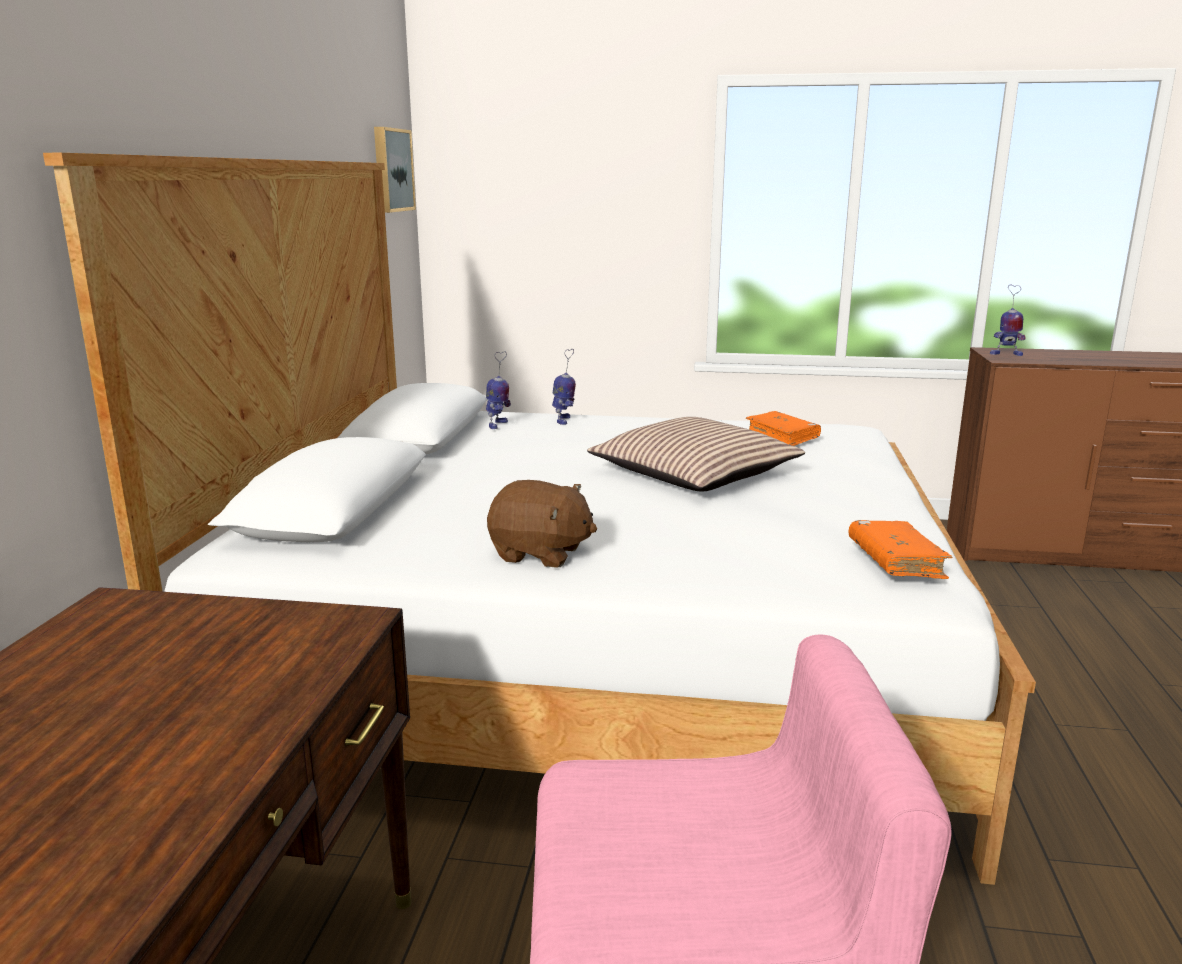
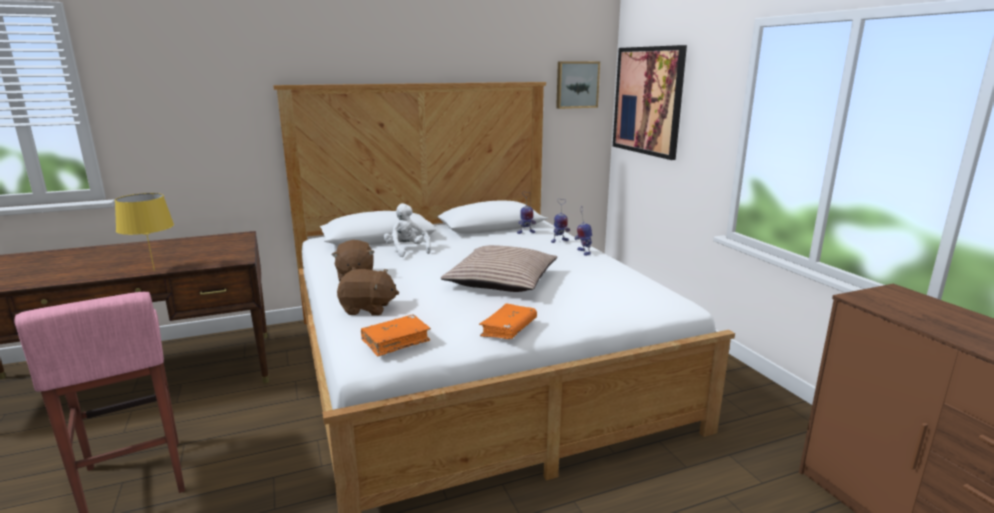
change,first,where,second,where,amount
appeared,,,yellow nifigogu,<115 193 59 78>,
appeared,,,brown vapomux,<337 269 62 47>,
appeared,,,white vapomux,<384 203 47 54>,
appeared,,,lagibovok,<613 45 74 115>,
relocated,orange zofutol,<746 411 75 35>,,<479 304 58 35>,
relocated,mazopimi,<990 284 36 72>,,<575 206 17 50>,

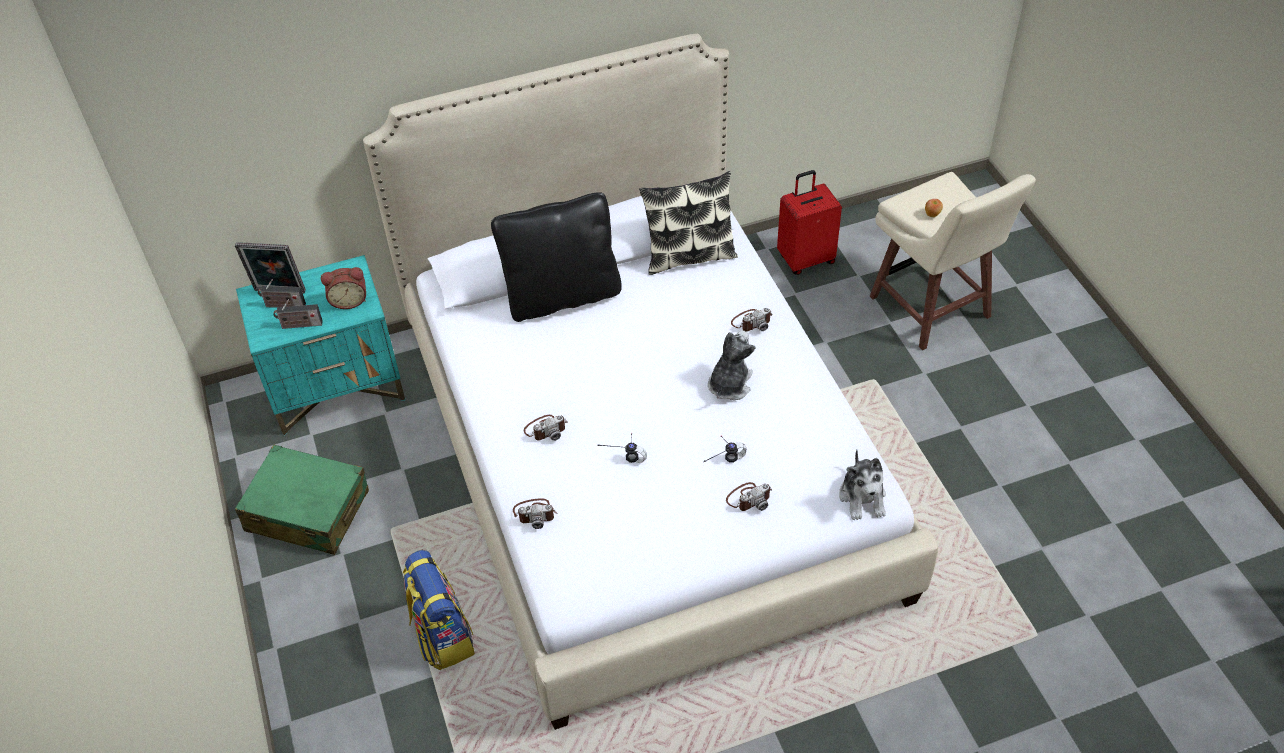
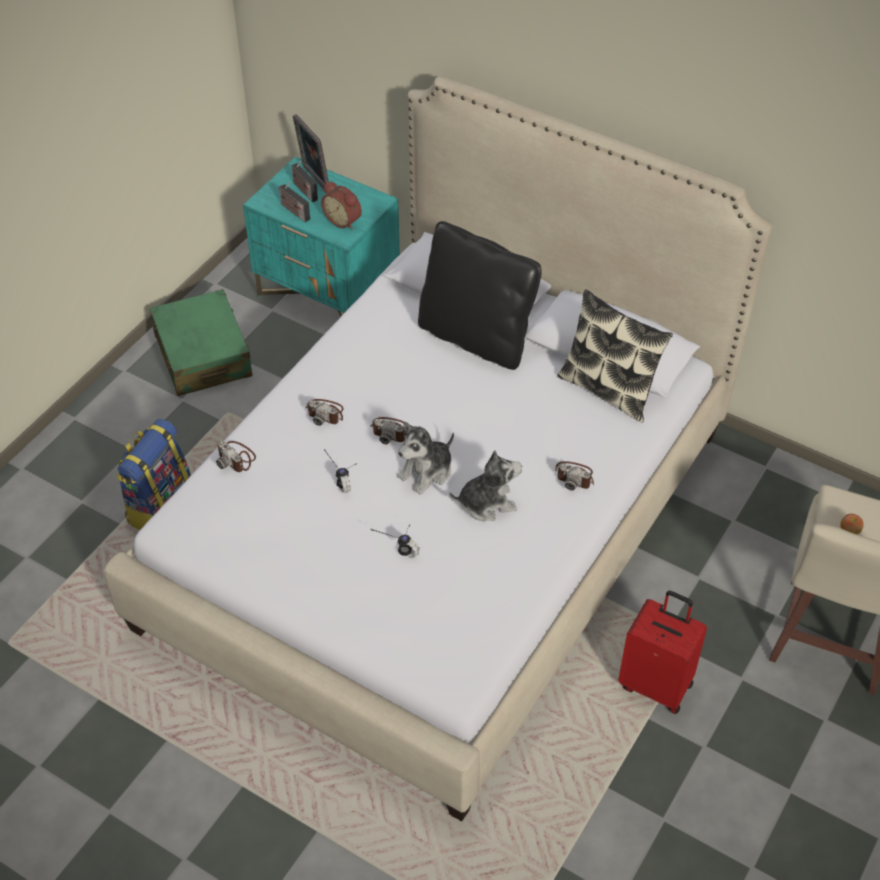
change,first,where,second,where,amount
relocated,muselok,<726 482 46 29>,,<370 417 35 27>,
relocated,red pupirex,<777 170 65 105>,,<618 591 89 123>,
relocated,vapomux,<839 450 47 70>,,<397 422 57 73>,

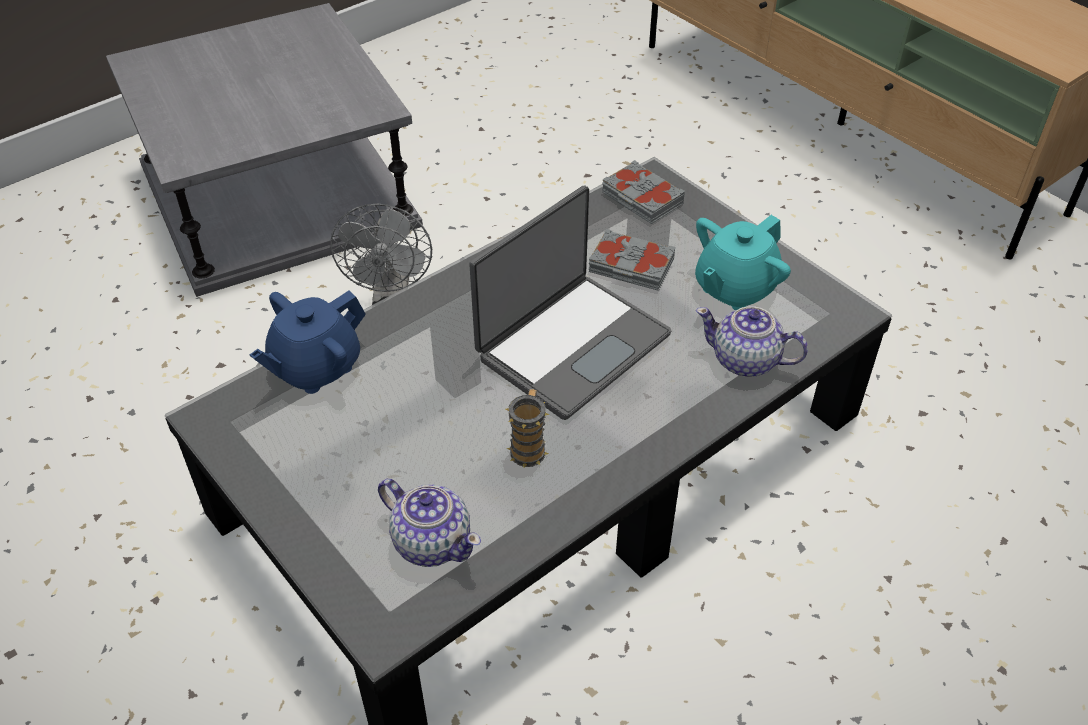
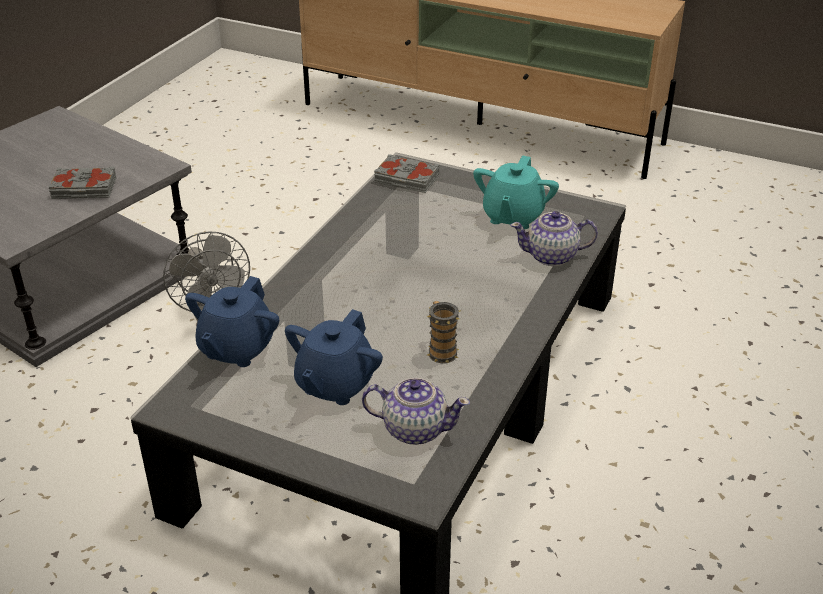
change,first,where,second,where,amount
missing,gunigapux,<469 186 203 234>,,,
appeared,,,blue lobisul,<285 309 98 96>,
relocated,grey zofutol,<589 229 87 62>,,<48 167 68 32>,

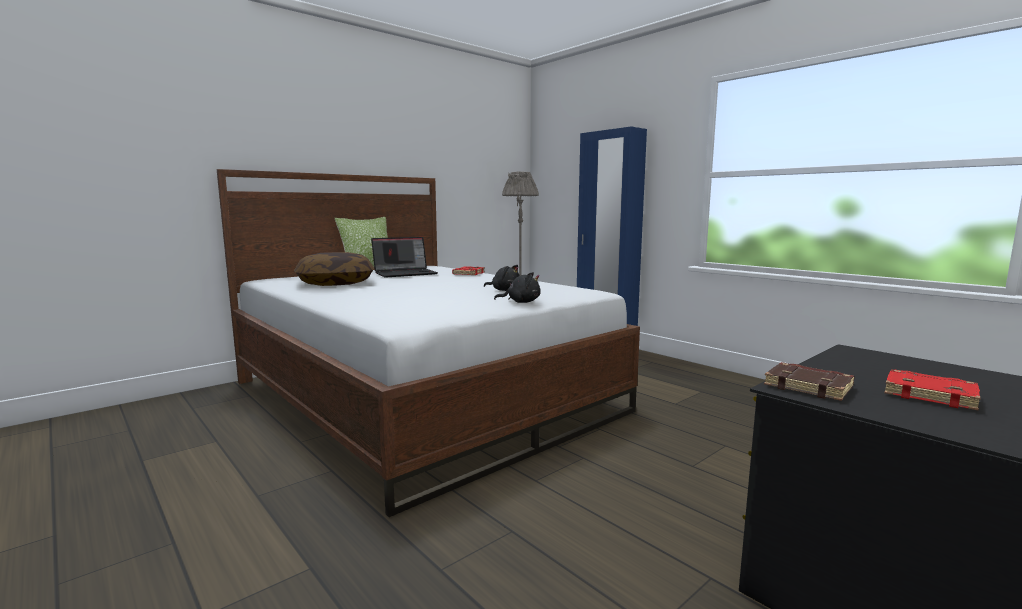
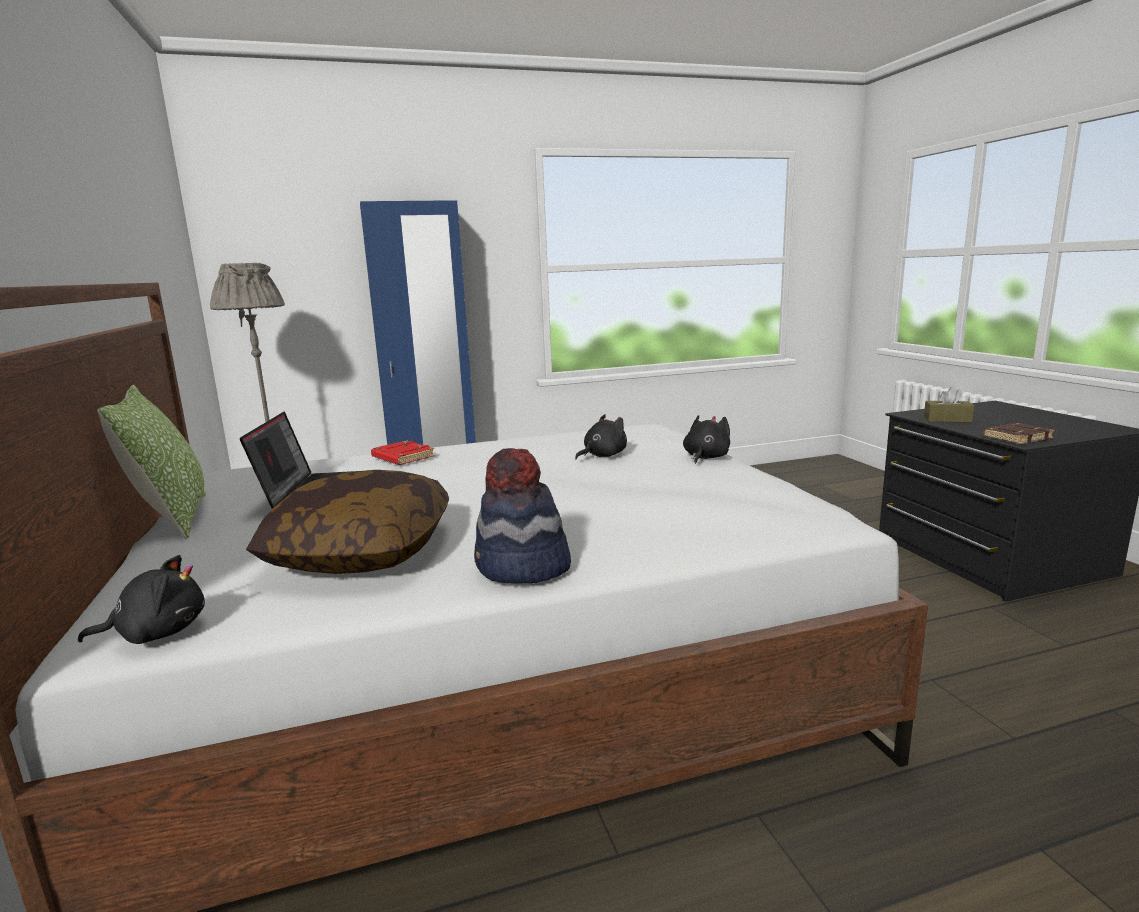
change,first,where,second,where,amount
missing,red zofutol,<884 369 97 41>,,,
appeared,,,black vapomux,<78 555 127 89>,
appeared,,,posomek,<474 448 97 136>,
appeared,,,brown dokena,<924 387 50 36>,

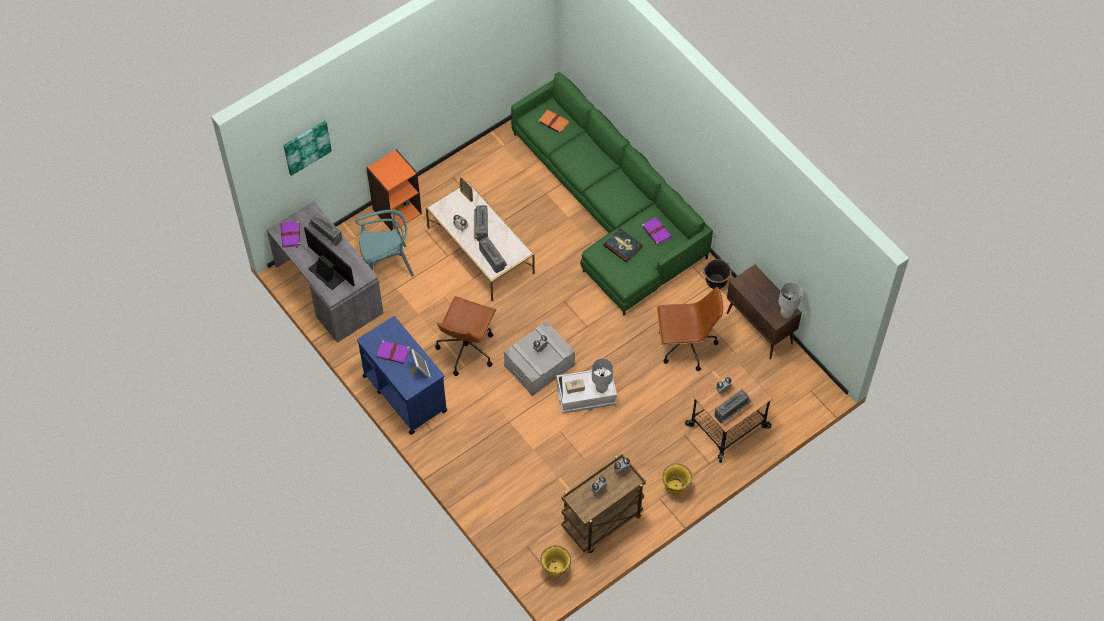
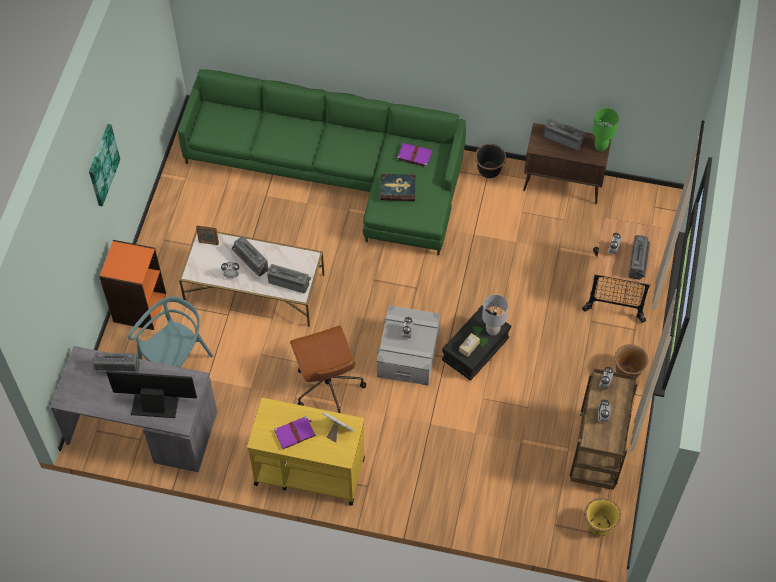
change,first,where,second,where,amount
missing,purple zofutol,<281 221 20 27>,,,
missing,orange zofutol,<538 110 32 24>,,,
missing,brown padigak,<657 287 66 84>,,,
appeared,,,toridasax,<544 118 42 32>,
relocated,lagibovok,<283 121 49 55>,,<89 124 31 82>,
colour,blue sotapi,<357 316 90 119>,yellow sotapi,<247 398 118 108>,
colour,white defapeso,<556 368 61 46>,black defapeso,<442 305 69 76>,
colour,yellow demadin,<662 463 30 32>,brown demadin,<615 344 33 34>,
colour,grey nifigogu,<779 282 23 37>,green nifigogu,<592 108 27 44>,

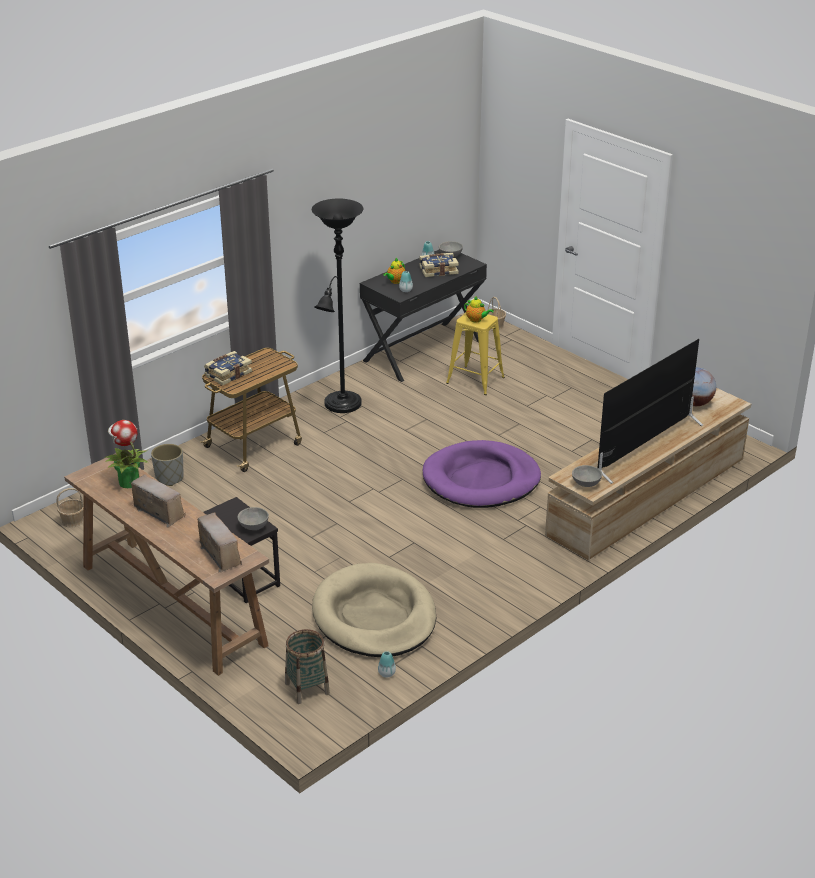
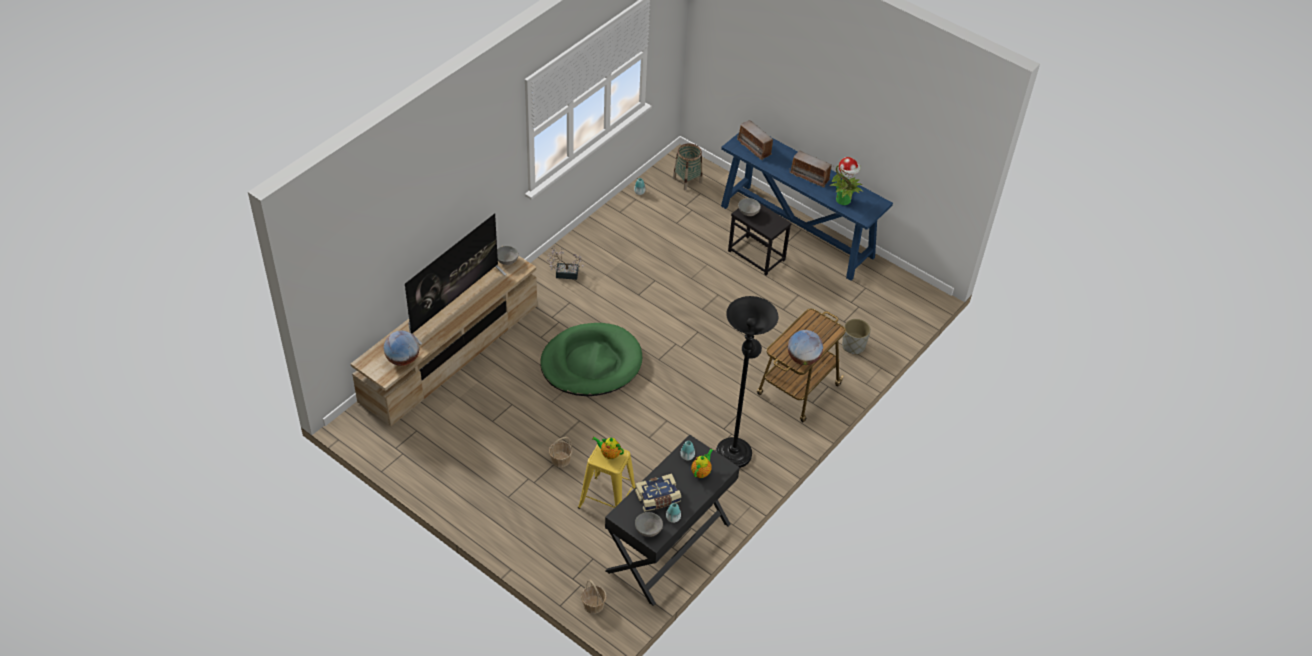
change,first,where,second,where,amount
missing,zofutol,<204 351 48 35>,,,
missing,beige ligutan,<312 563 124 94>,,,
appeared,,,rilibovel,<547 246 37 34>,
appeared,,,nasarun,<788 330 35 35>,
relocated,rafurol,<56 488 28 40>,,<549 437 23 31>,
colour,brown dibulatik,<64 453 205 223>,blue dibulatik,<721 133 172 148>,
colour,purple ligutan,<423 440 118 68>,green ligutan,<540 323 102 73>,

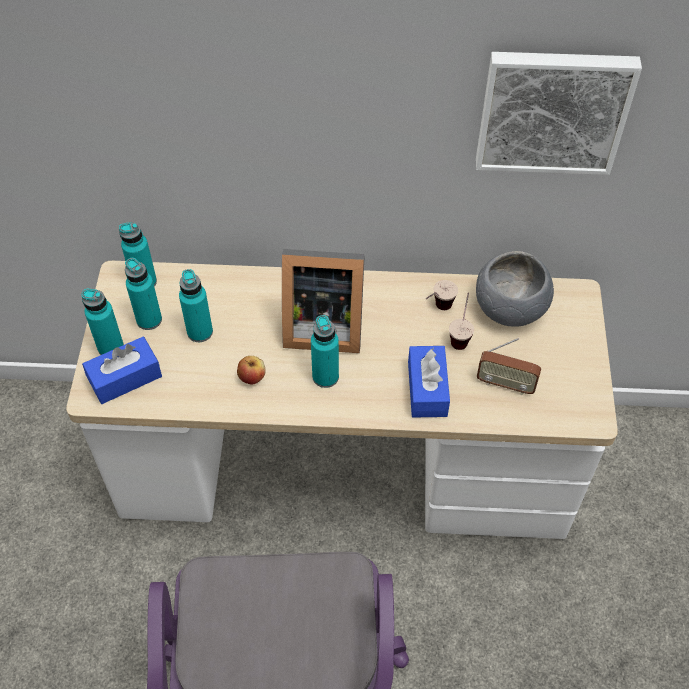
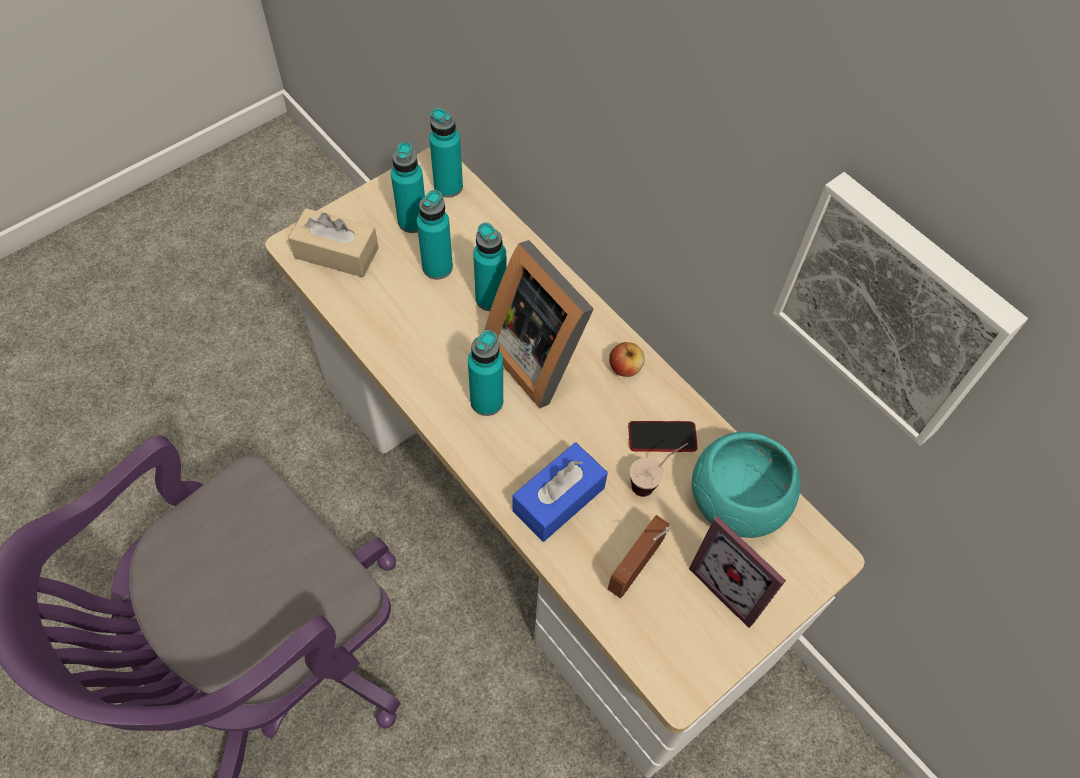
change,first,where,second,where,amount
appeared,,,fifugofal,<689 516 97 112>,
relocated,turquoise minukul,<81 289 43 66>,,<473 222 33 89>,
relocated,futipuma,<237 356 29 29>,,<609 342 36 35>,
exchanged,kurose,<426 280 32 30>,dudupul,<628 421 69 31>,
colour,blue dokena,<82 337 80 67>,beige dokena,<288 208 91 69>,
colour,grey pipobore,<476 251 78 76>,turquoise pipobore,<692 432 109 106>,
spun,toridasax,<477 338 64 57>,,<608 515 63 83>,60 degrees clockwise

